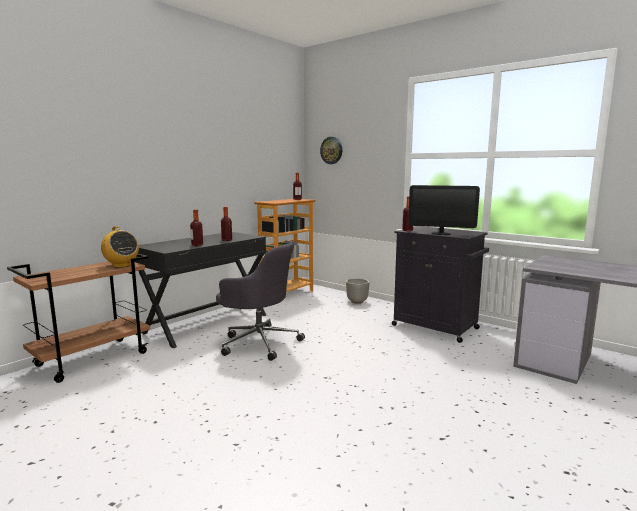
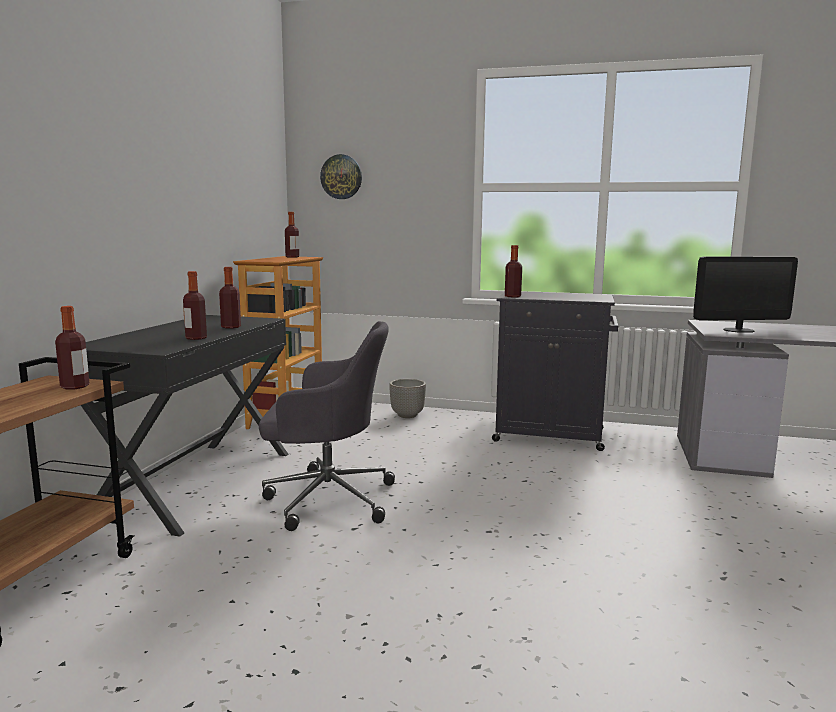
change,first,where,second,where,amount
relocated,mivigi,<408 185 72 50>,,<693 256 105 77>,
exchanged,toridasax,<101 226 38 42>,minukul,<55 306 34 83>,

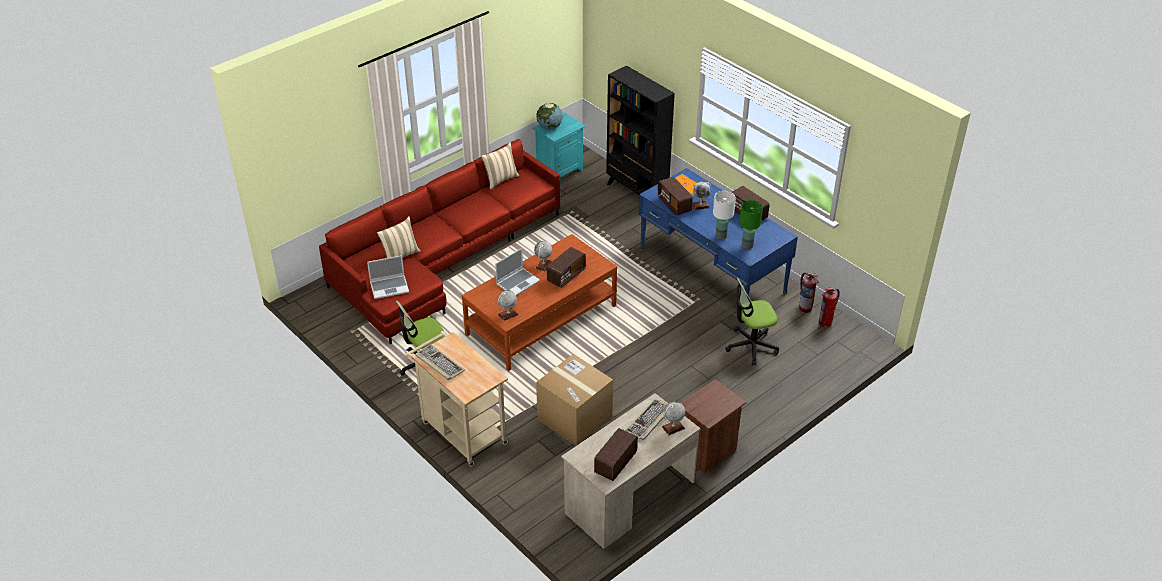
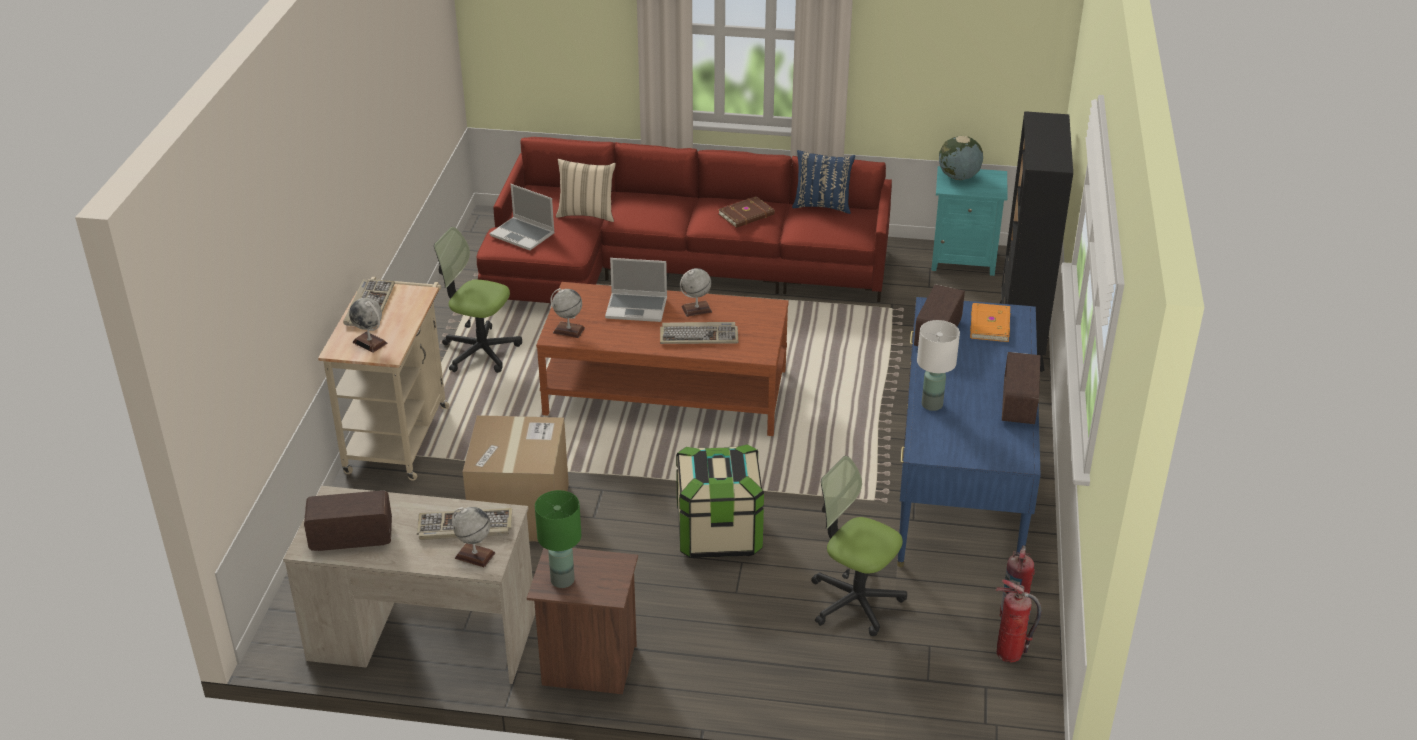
change,first,where,second,where,amount
appeared,,,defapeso,<676 444 88 114>,
appeared,,,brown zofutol,<718 196 57 32>,
relocated,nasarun,<692 182 20 28>,,<349 298 38 55>,
relocated,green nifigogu,<739 200 24 49>,,<535 490 46 98>,
exchanged,toridasax,<546 247 40 41>,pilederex,<660 322 78 22>,
colour,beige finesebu,<481 142 38 48>,blue finesebu,<792 150 63 64>,

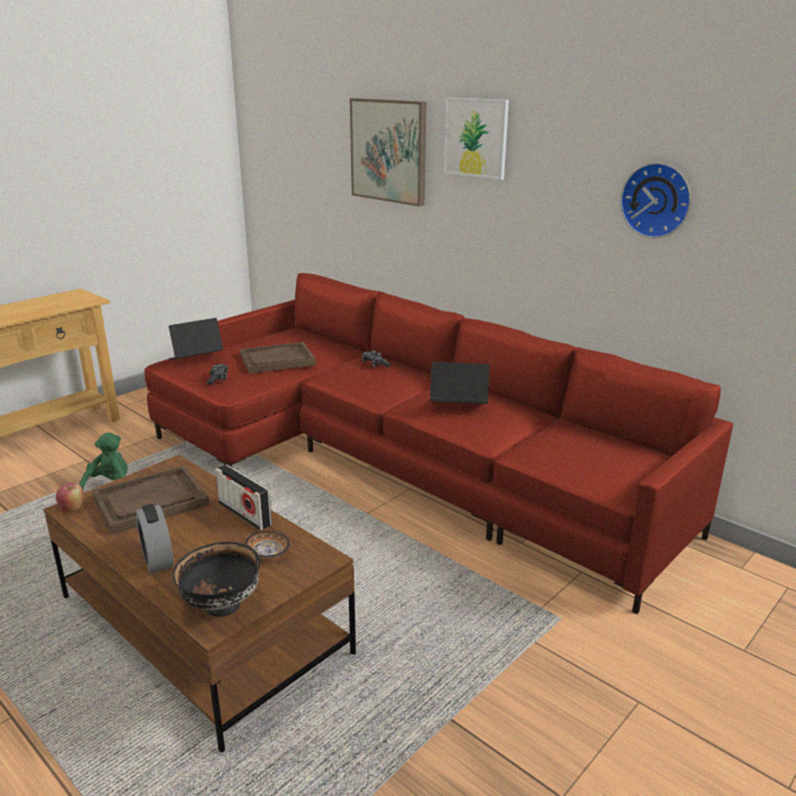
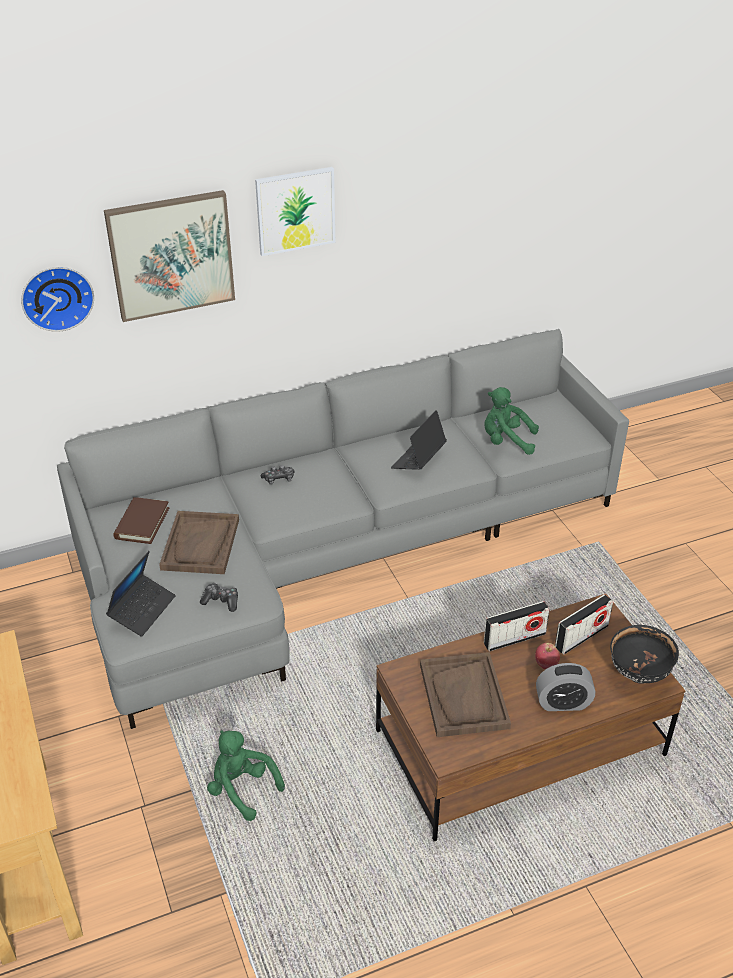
change,first,where,second,where,amount
appeared,,,brown zofutol,<113 497 56 47>,
appeared,,,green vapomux,<484 387 55 68>,
relocated,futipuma,<56 483 28 30>,,<535 643 25 26>,
relocated,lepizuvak,<620 162 71 76>,,<21 267 73 65>,
exchanged,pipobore,<245 531 45 27>,toridasax,<555 594 58 60>,
colour,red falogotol,<144 273 589 341>,grey falogotol,<57 329 572 400>,
spun,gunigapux,<169 318 54 42>,,<106 551 70 86>,150 degrees counterclockwise

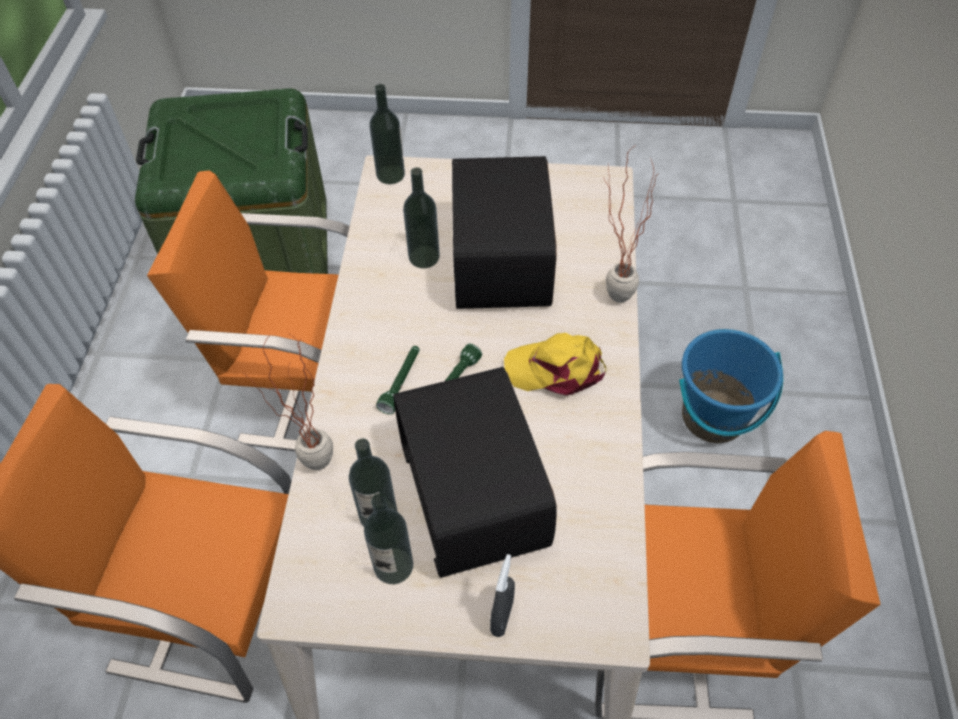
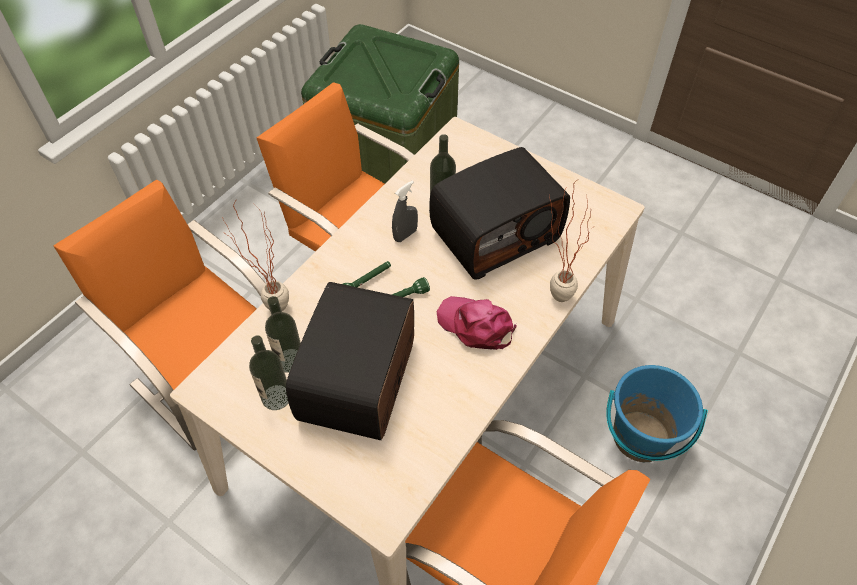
change,first,where,second,where,amount
missing,minukul,<369 84 36 100>,,,
relocated,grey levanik,<490 554 25 83>,,<392 180 26 62>,
colour,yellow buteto,<504 333 102 62>,pink buteto,<436 296 81 54>,
spun,toridasax,<452 156 105 153>,,<429 147 141 133>,150 degrees counterclockwise

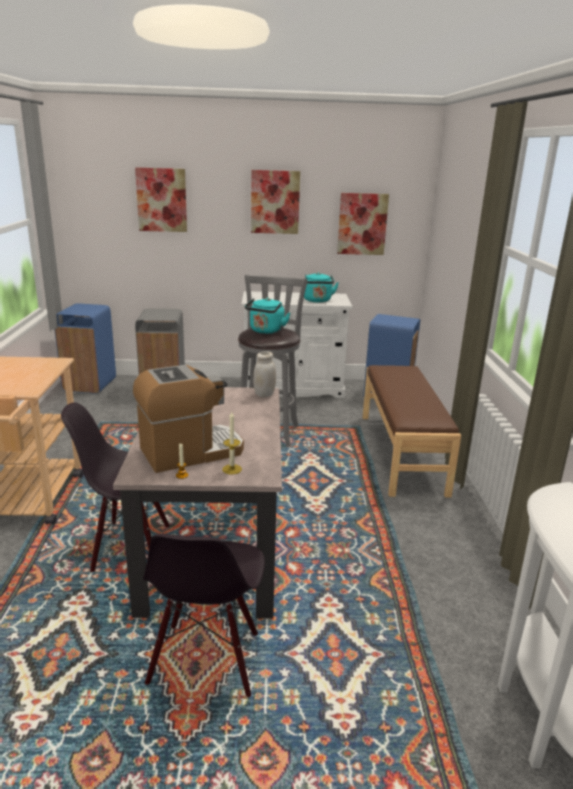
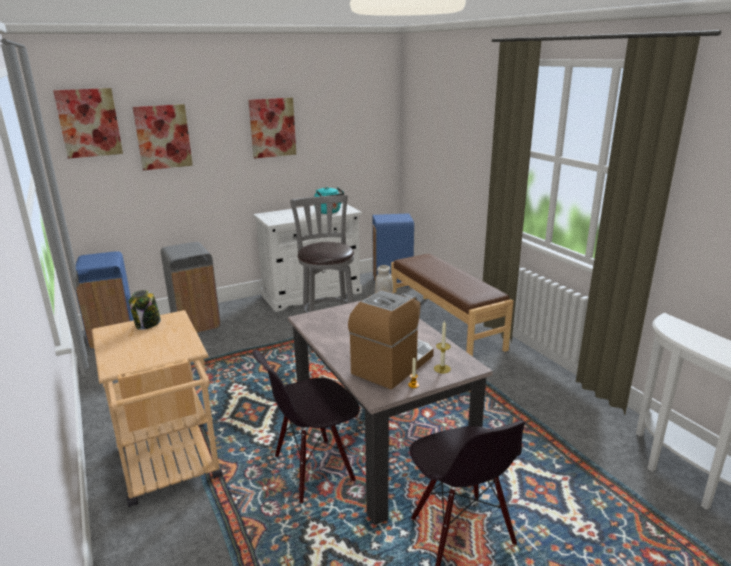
change,first,where,second,where,amount
missing,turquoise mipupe,<245 298 45 36>,,,
appeared,,,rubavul,<129 290 32 40>,
relocated,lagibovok,<337 193 52 62>,,<53 88 70 71>,

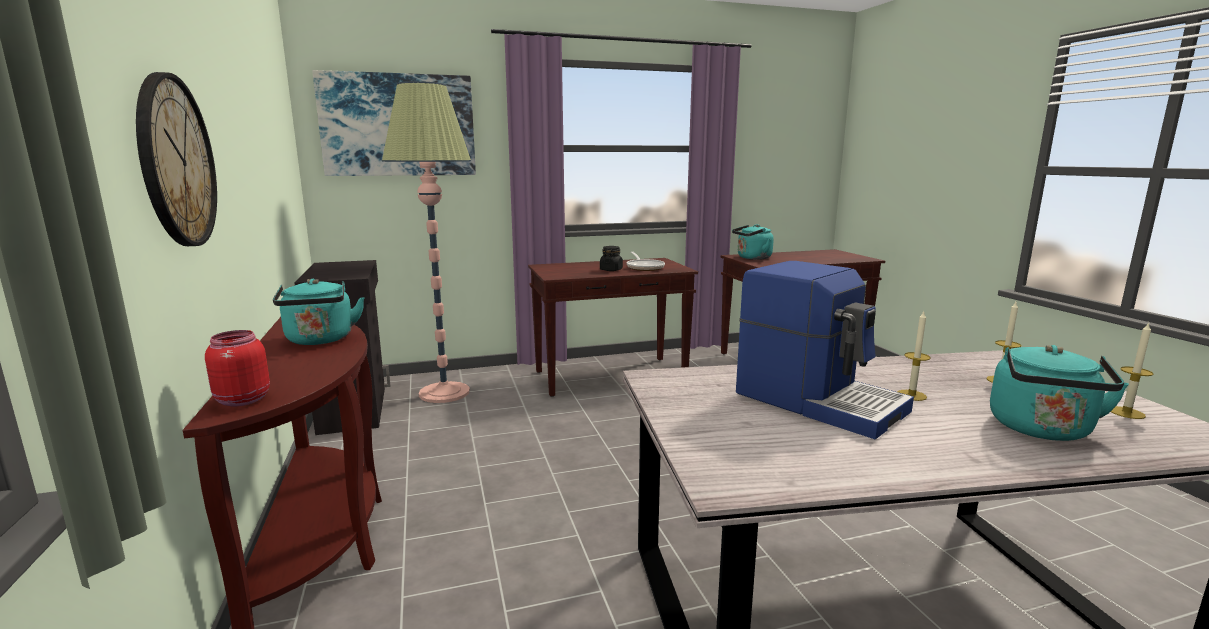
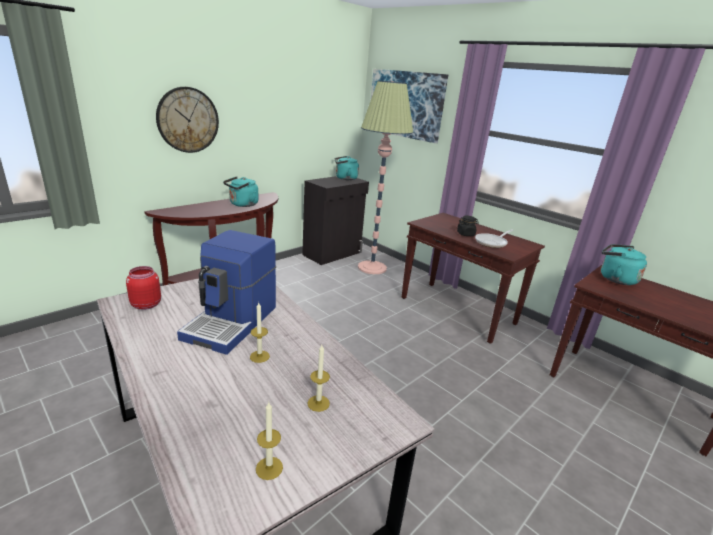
change,first,where,second,where,amount
relocated,red rubavul,<205 330 65 77>,,<126 266 35 44>,
relocated,turquoise mipupe,<990 345 139 96>,,<335 156 24 24>,

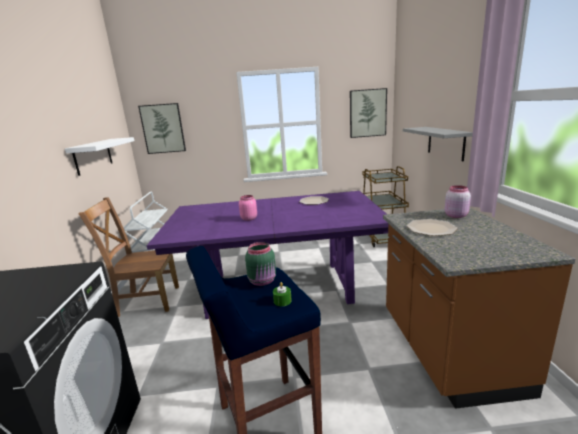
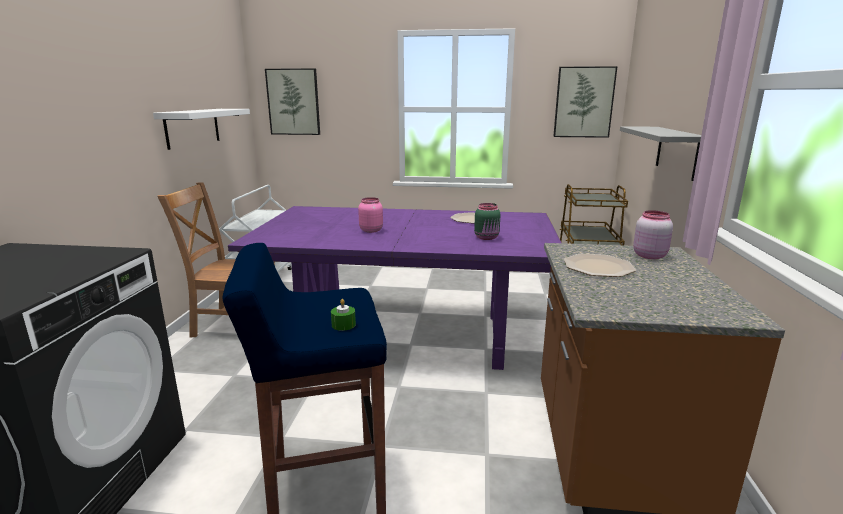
change,first,where,second,where,amount
relocated,green rubavul,<245 242 31 44>,,<474 203 26 37>,

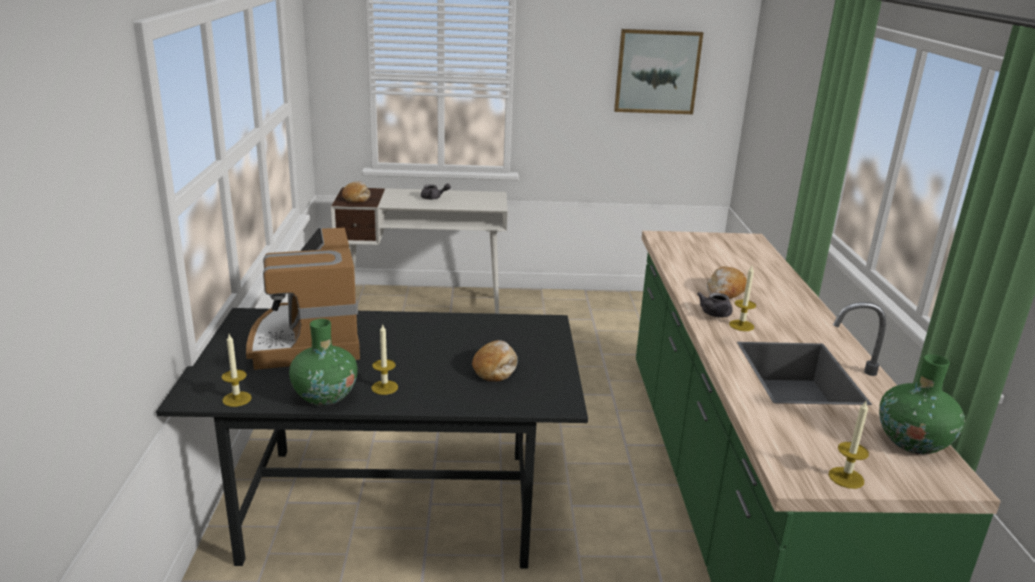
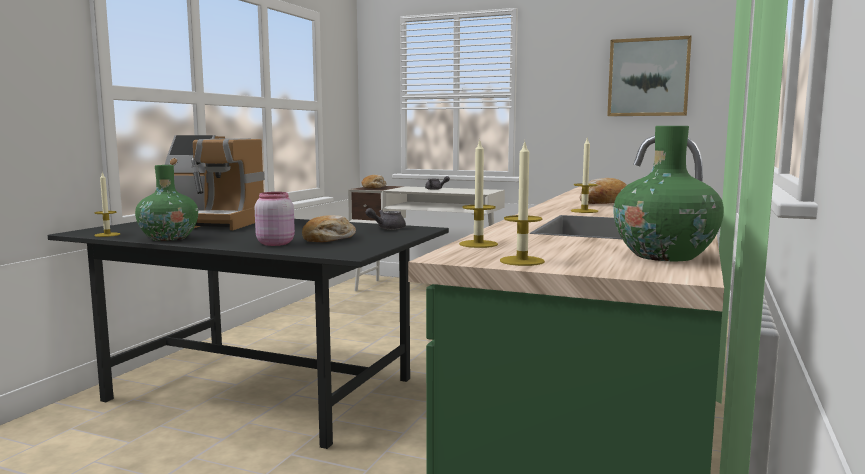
change,first,where,second,where,amount
appeared,,,pink rubavul,<255 192 40 54>,
relocated,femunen,<371 323 27 72>,,<459 139 39 109>,
relocated,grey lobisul,<697 292 36 25>,,<365 208 41 22>,
spun,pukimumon,<246 227 114 143>,,<165 135 100 95>,90 degrees counterclockwise

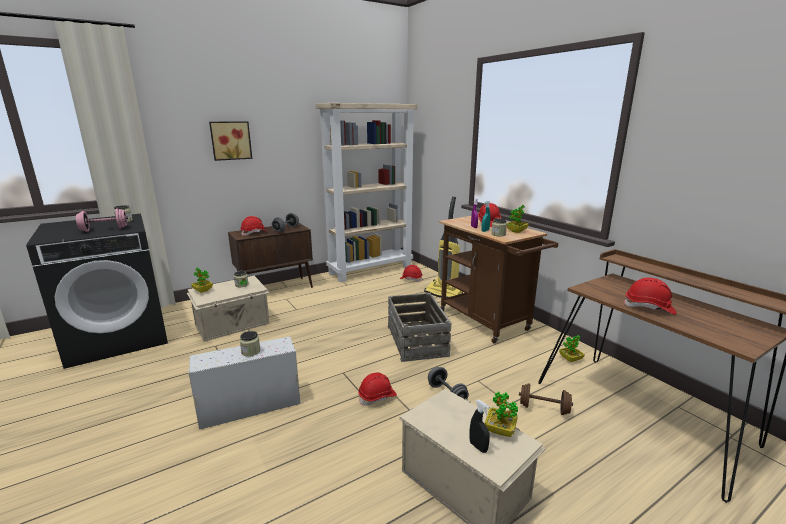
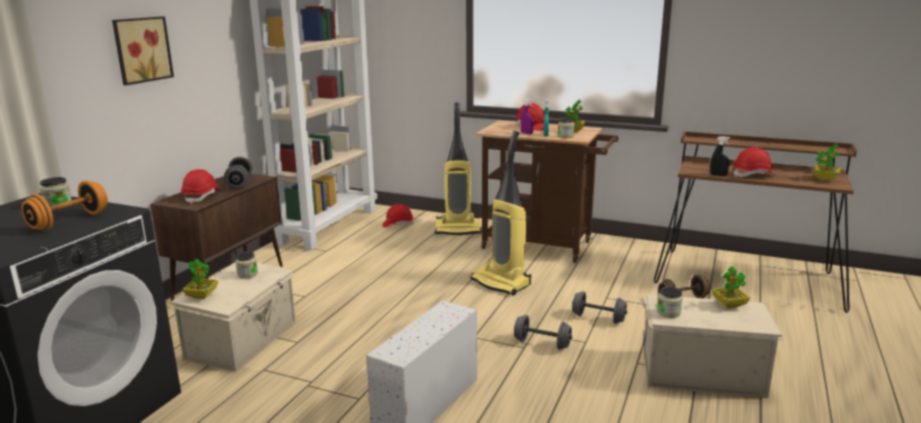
change,first,where,second,where,amount
relocated,rubavul,<240 331 20 26>,,<657 287 26 31>,
relocated,black levanik,<469 400 21 53>,,<710 136 20 40>,
relocated,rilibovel,<559 335 25 27>,,<813 144 28 37>,
exchanged,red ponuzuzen,<358 373 39 33>,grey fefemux,<514 315 58 35>,
exchanged,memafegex,<388 293 63 69>,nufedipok,<470 131 61 165>,
colour,pink fefemux,<76 208 52 24>,orange fefemux,<21 180 87 50>,

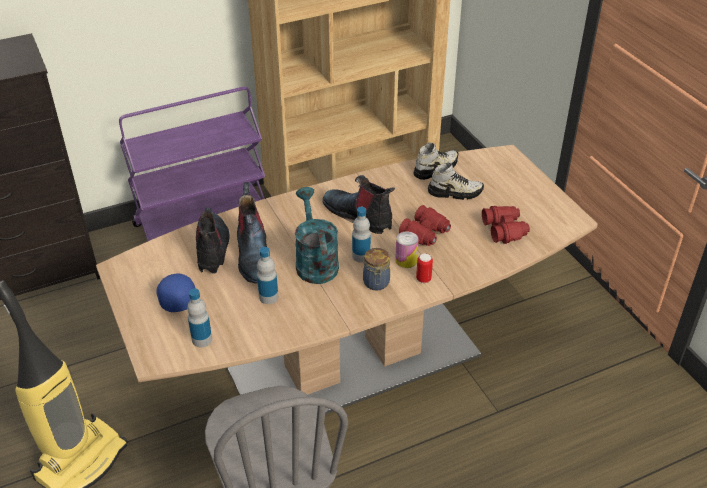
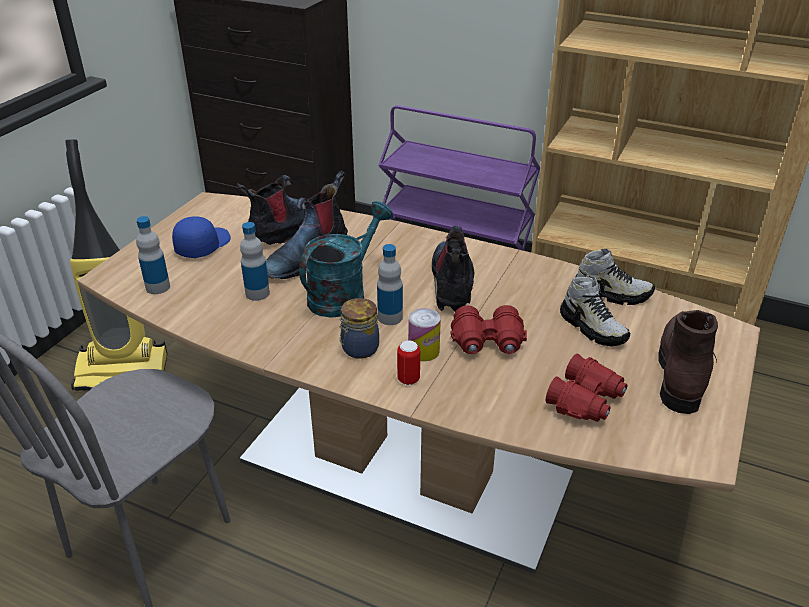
change,first,where,second,where,amount
appeared,,,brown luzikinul,<658 310 60 104>,

